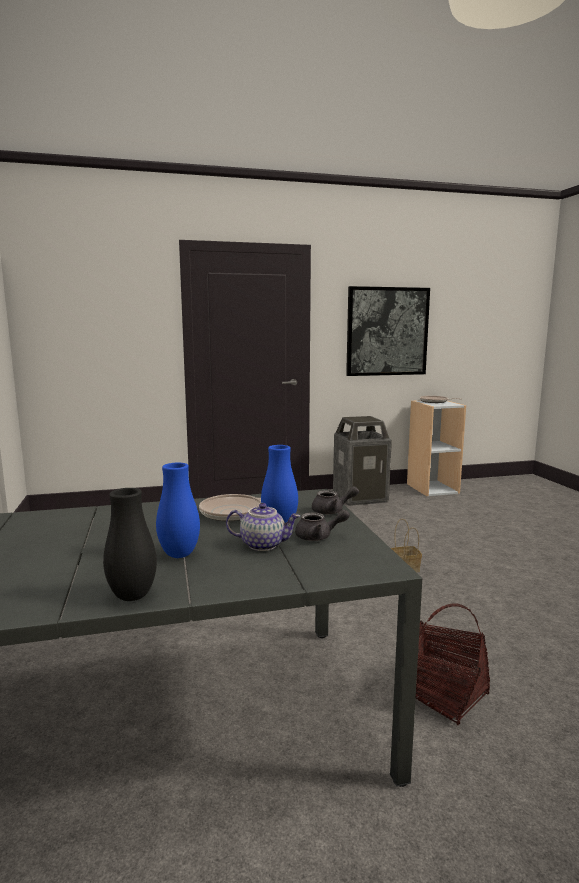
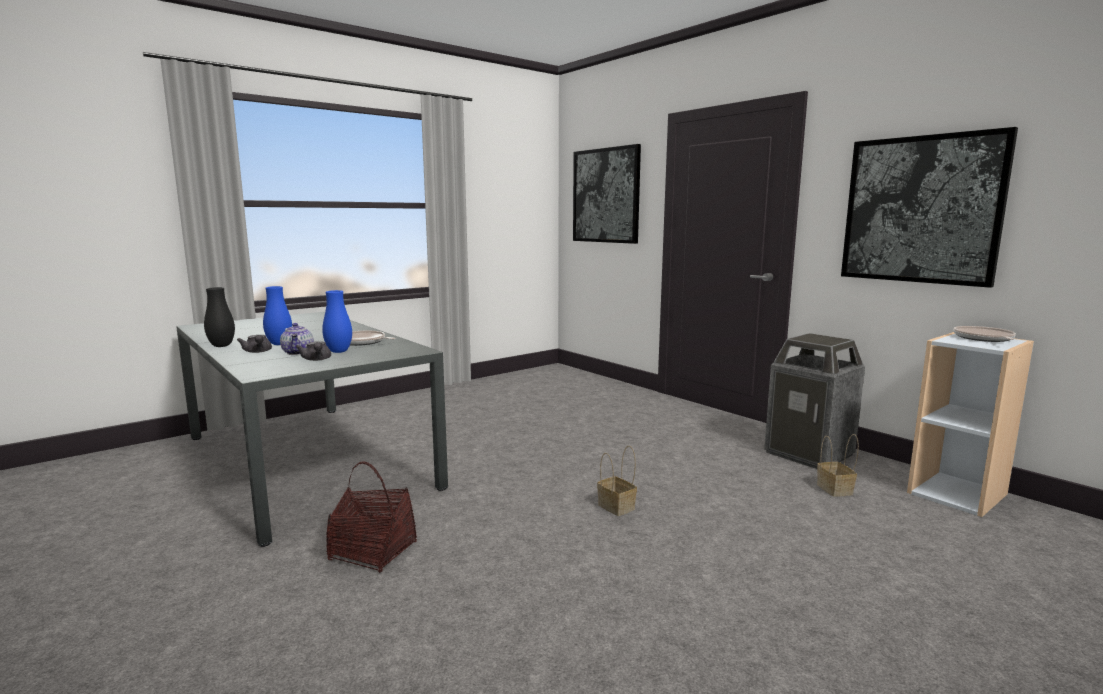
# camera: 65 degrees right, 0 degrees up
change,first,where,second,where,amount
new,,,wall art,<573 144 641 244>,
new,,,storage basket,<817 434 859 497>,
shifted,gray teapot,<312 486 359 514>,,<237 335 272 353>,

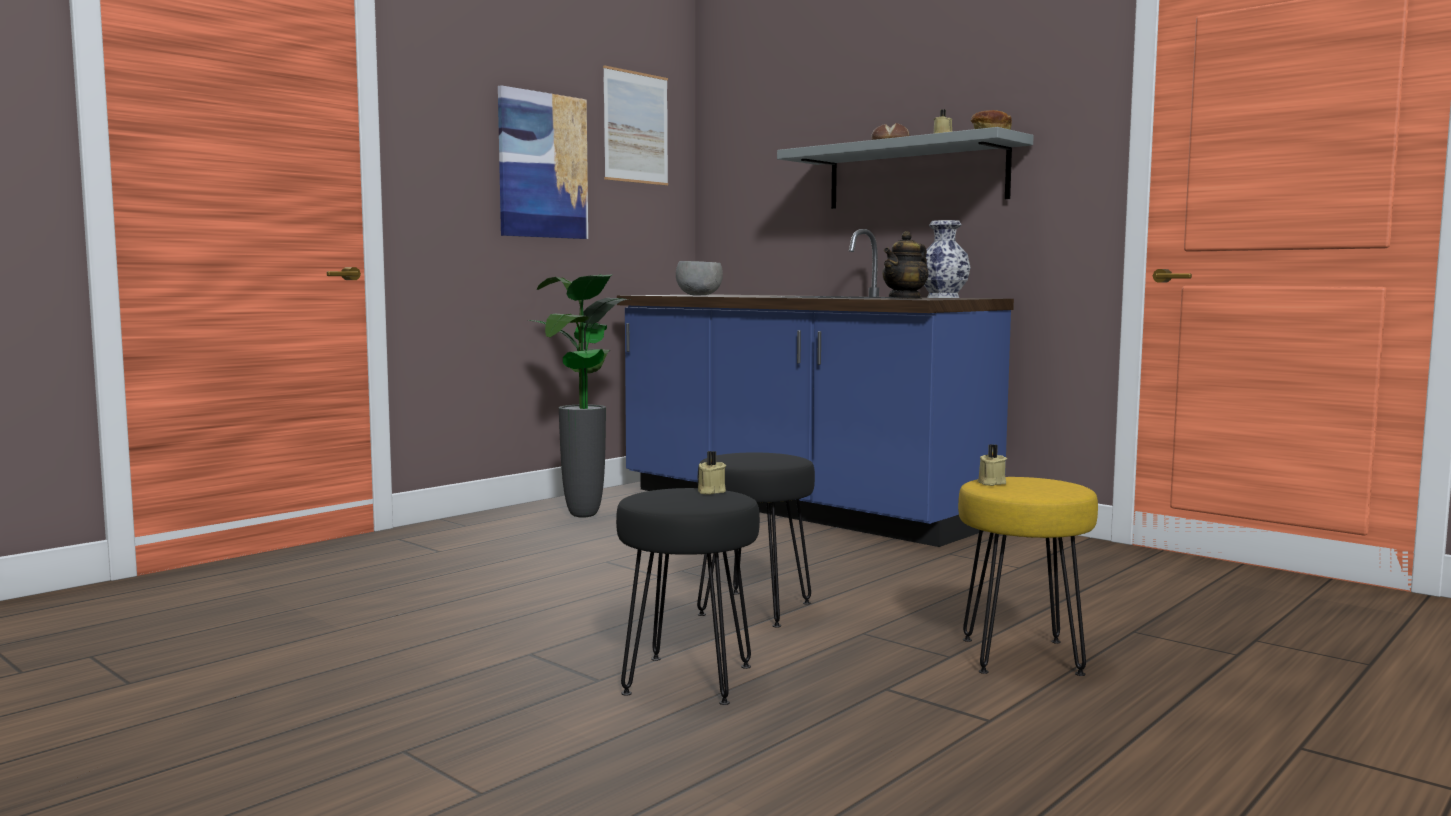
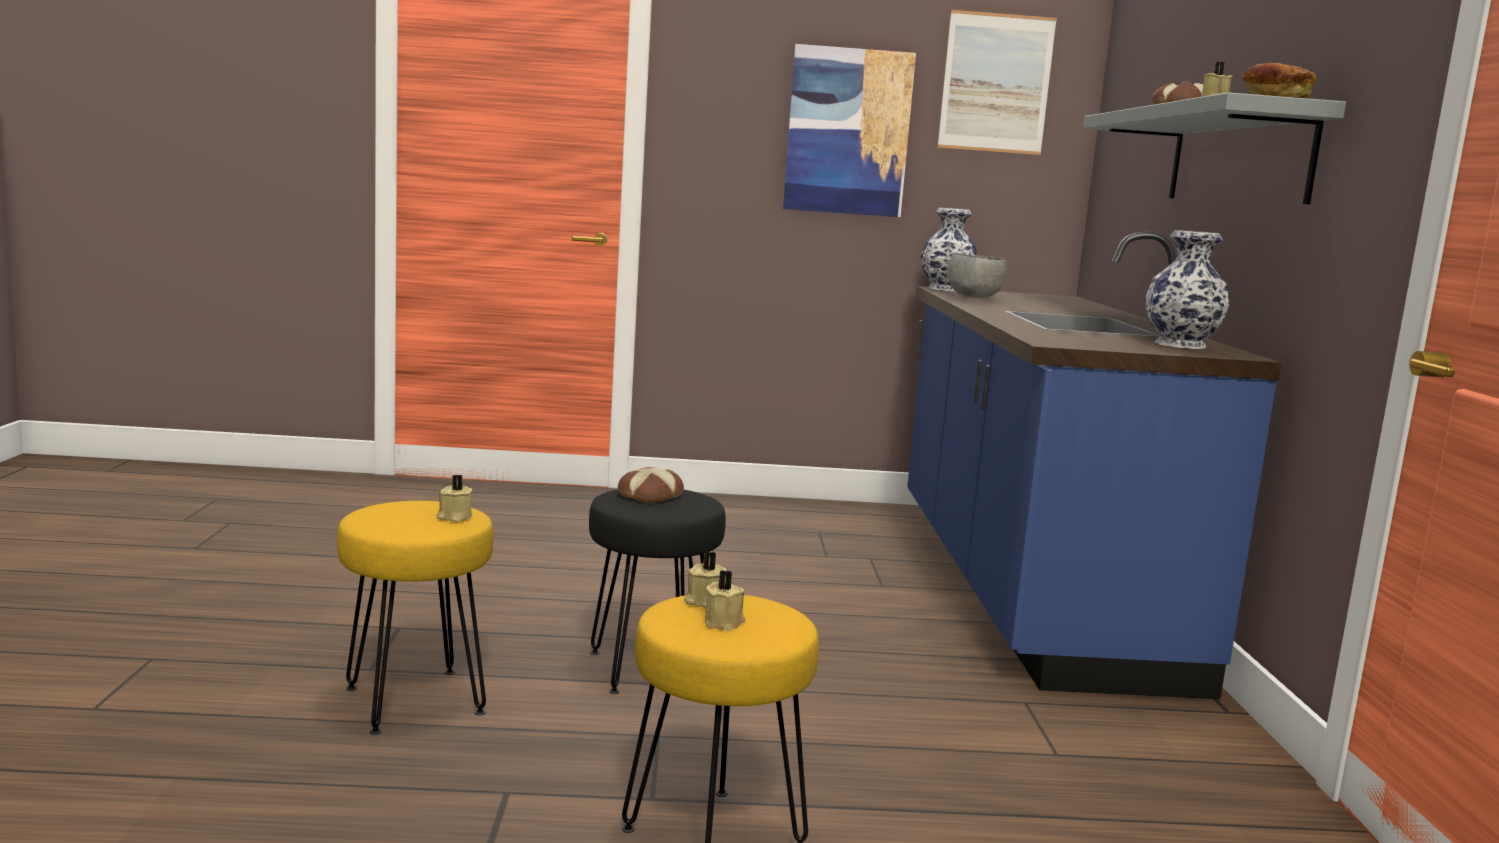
# camera: 45 degrees right, 5 degrees up
change,first,where,second,where,amount
gone,potted plant,<528 274 630 518>,,,
gone,teapot,<882 231 929 299>,,,
new,,,bakery bread,<618 467 684 503>,
new,,,sand-coloured candle,<705 570 746 631>,
new,,,vase,<921 208 977 291>,
repainted,black-coloured stool,<616 488 760 705>,yellow-coloured stool,<337 501 493 735>,

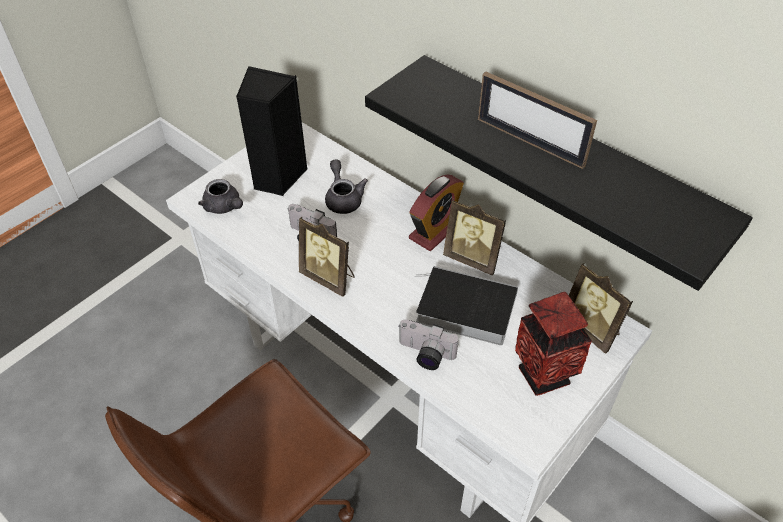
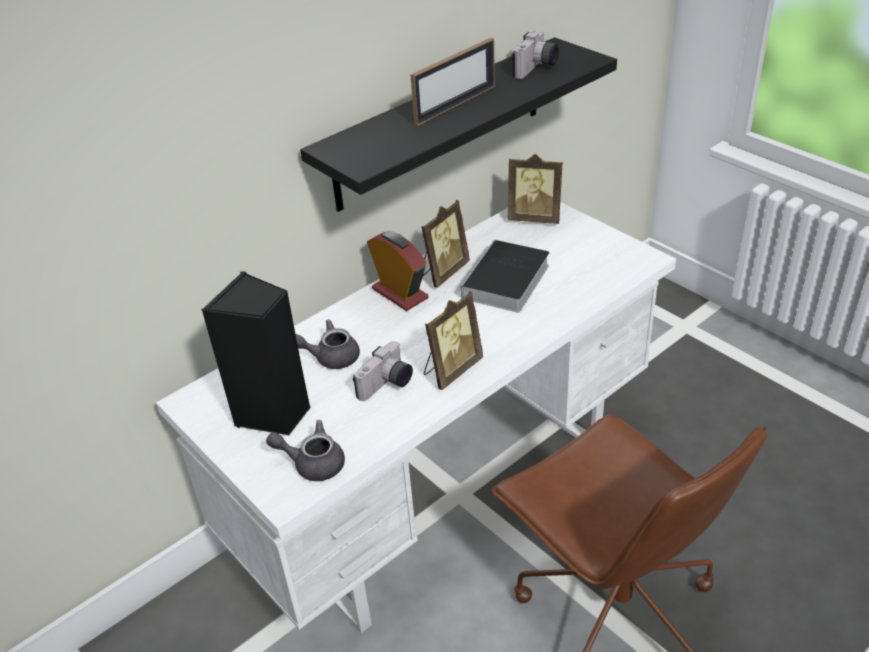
# camera: 80 degrees left, 10 degrees down
change,first,where,second,where,amount
gone,vase,<515 292 592 396>,,,
shifted,photo camera,<398 319 459 370>,,<511 30 559 79>,
rotated,gray teapot,<198 179 243 214>,,<266 420 345 481>,135 degrees counterclockwise
rotated,photo frame,<569 263 633 354>,,<508 154 562 224>,45 degrees clockwise

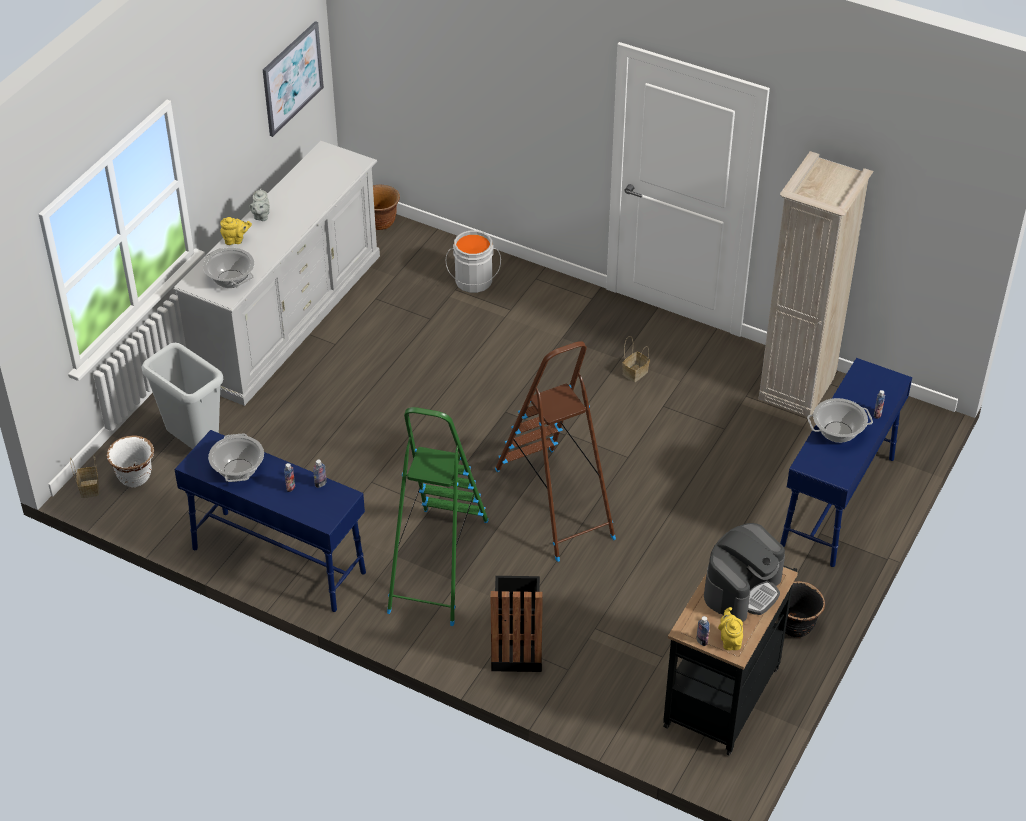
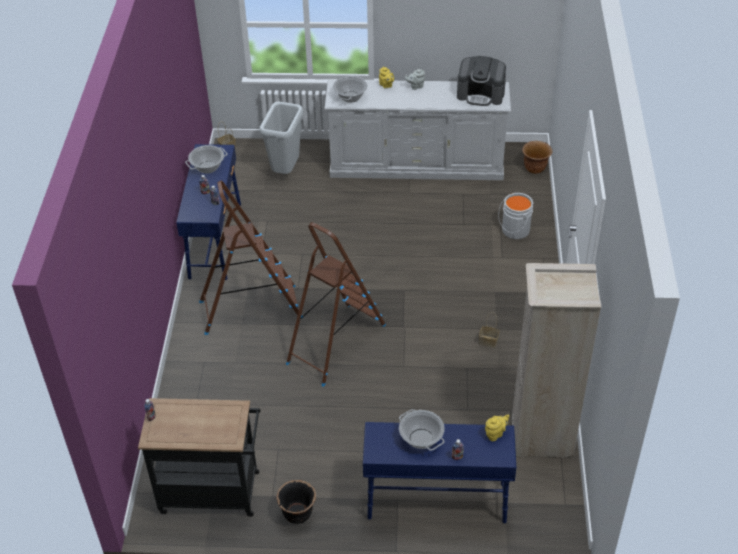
# camera: 65 degrees right, 0 degrees up
change,first,where,second,where,amount
gone,white-coloured flower pot,<107 435 154 487>,,,
gone,wall art,<263 21 324 137>,,,
gone,black-coloured trash can,<491 576 543 672>,,,
shifted,coffee machine,<704 523 785 622>,,<457 56 506 106>,
shifted,yellow-coloured teapot,<718 607 743 650>,,<485 415 509 441>,
repainted,greenish stepladder,<387 407 488 626>,brown stepladder,<199 180 302 335>,

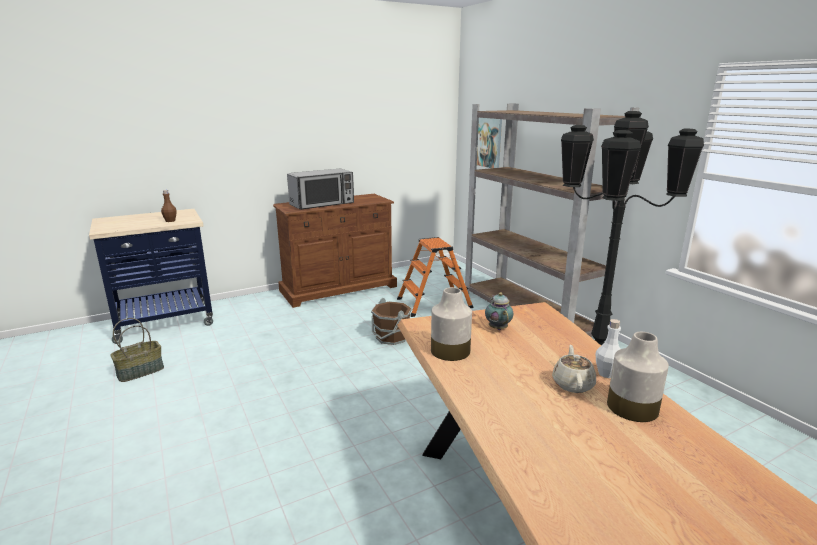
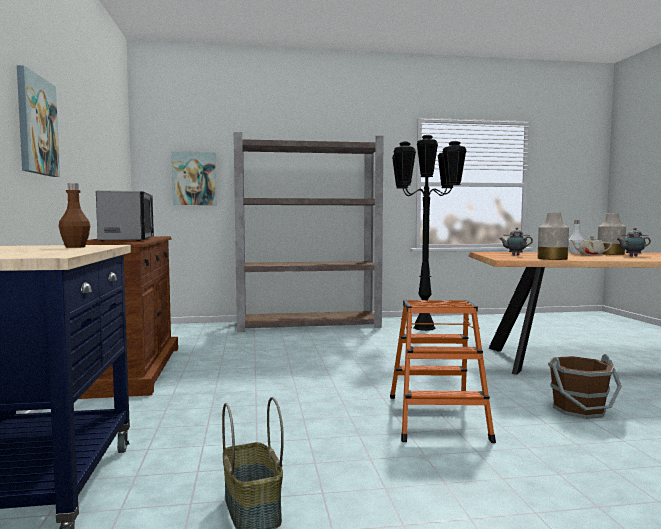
# camera: 70 degrees left, 15 degrees down
change,first,where,second,where,amount
new,,,wall art,<17 65 60 177>,
new,,,teapot,<617 228 651 256>,
shifted,brown bucket,<371 298 412 345>,,<548 354 622 419>,
shifted,orange stepladder,<397 237 474 317>,,<390 300 496 443>,

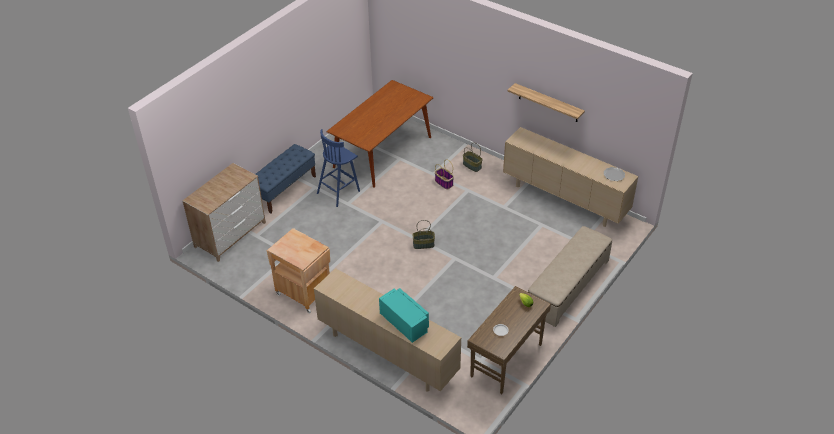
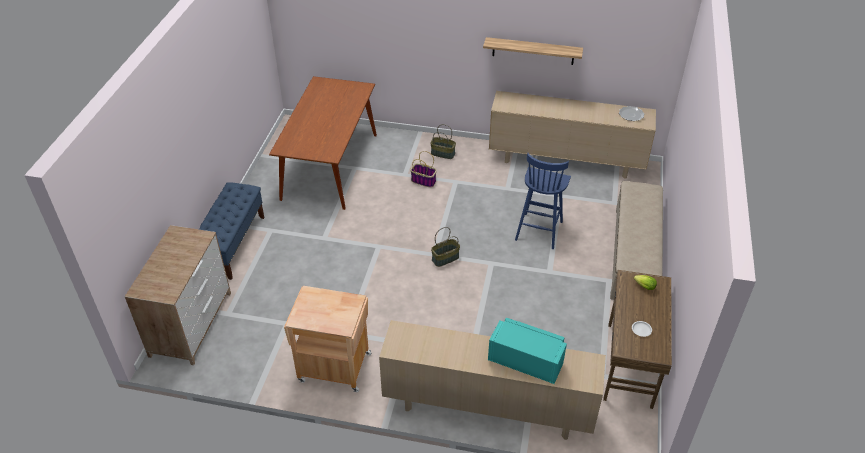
# camera: 25 degrees left, 0 degrees up
change,first,where,second,where,amount
shifted,blue stool,<317 129 360 207>,,<515 153 571 249>,

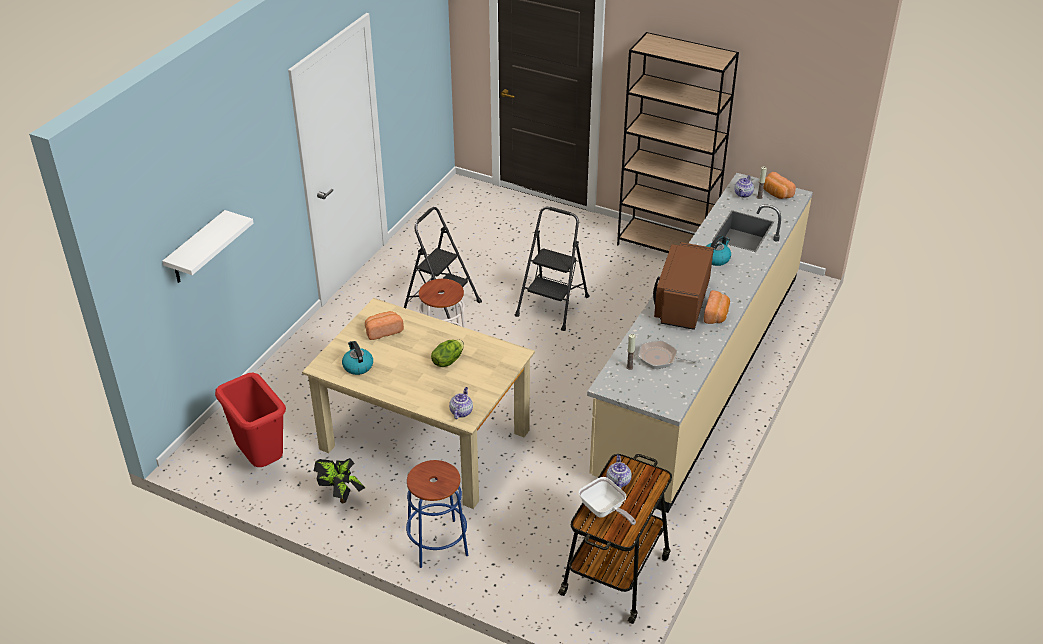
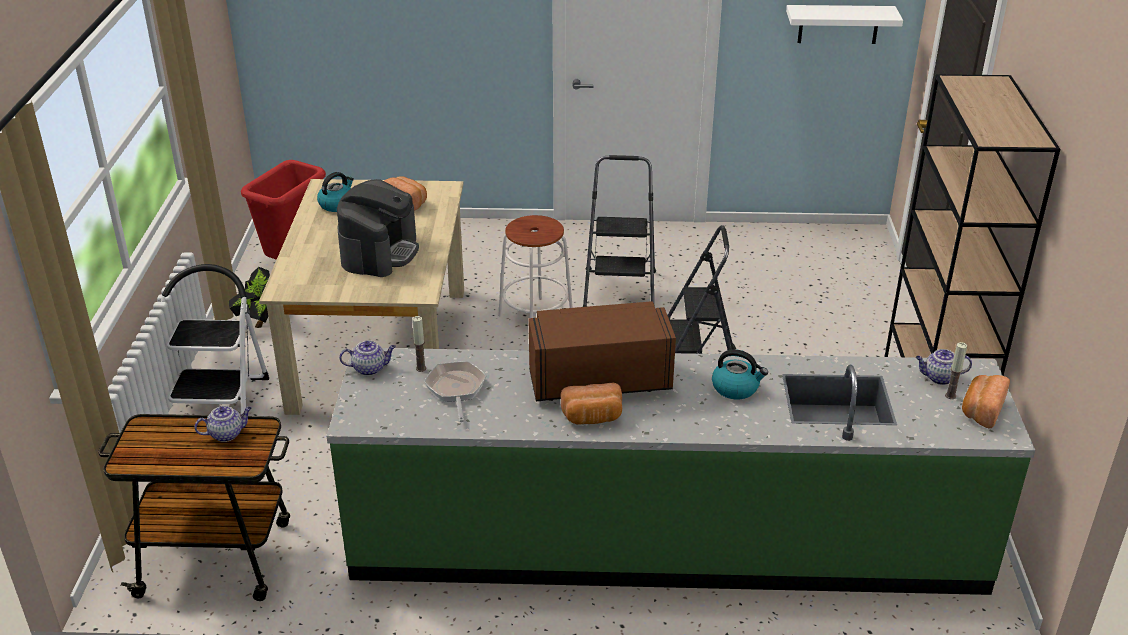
# camera: 65 degrees right, 5 degrees down
change,first,where,second,where,amount
gone,pan,<578 477 636 525>,,,
shifted,white-coloured shelf,<163 210 254 283>,,<786 5 903 44>,
shifted,teapot,<449 387 473 419>,,<339 341 396 376>,
swapped,blue stool,<406 460 468 568>,stepladder,<161 264 269 414>,
swapped,lettuce head,<431 340 464 367>,coffee machine,<337 179 419 277>,
repainted,sand-coloured kitchen counter,<587 173 813 513>,greenish kitchen counter,<326 347 1035 595>,

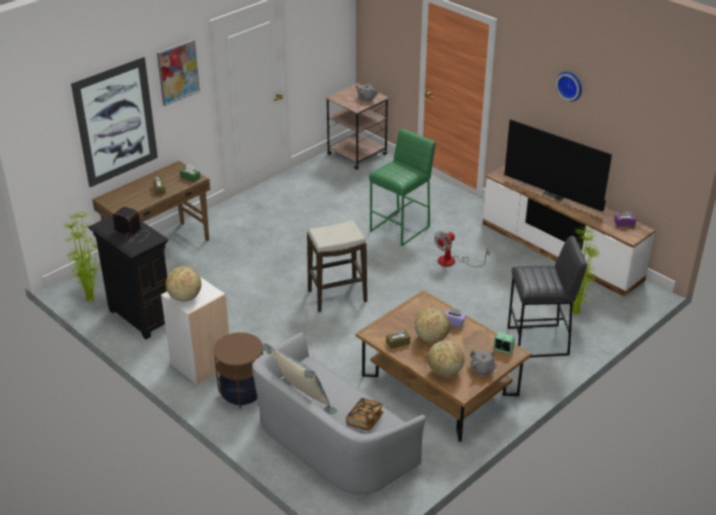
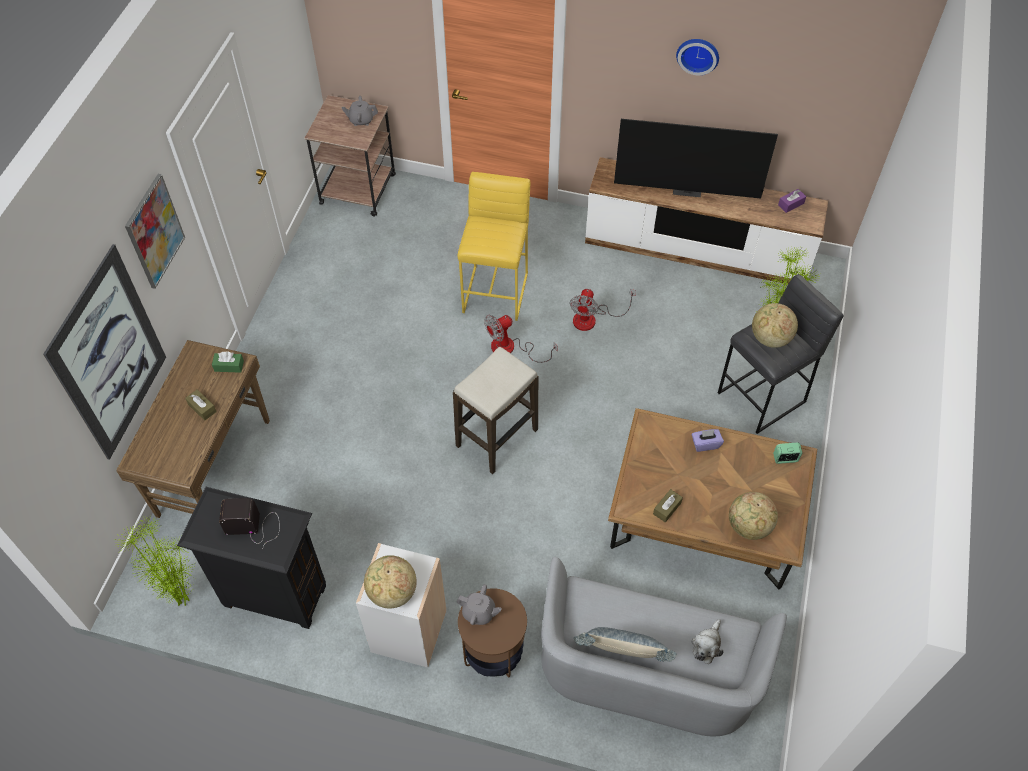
# camera: 30 degrees left, 20 degrees up
change,first,where,second,where,amount
new,,,electric fan,<484 315 558 363>,
shifted,world globe,<415 308 450 343>,,<752 303 798 348>,
shifted,gray teapot,<470 349 498 377>,,<456 584 502 625>,
swapped,volume,<346 398 383 431>,cuddly toy,<691 619 723 664>,
repainted,greenish stool,<369 129 436 246>,yellow-coloured stool,<458 172 530 321>,

